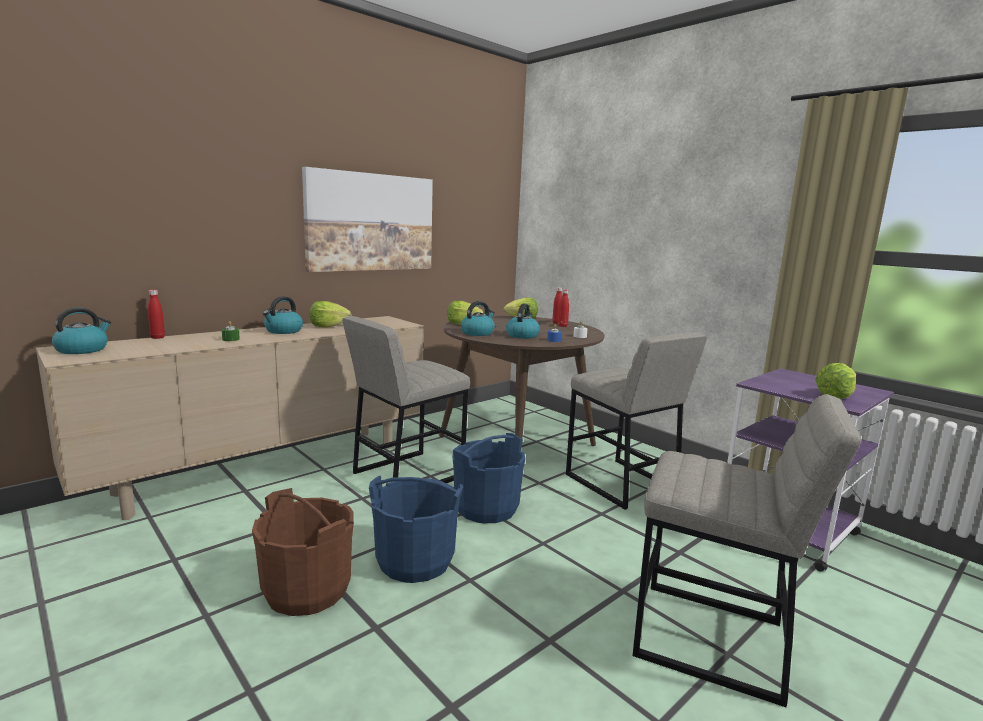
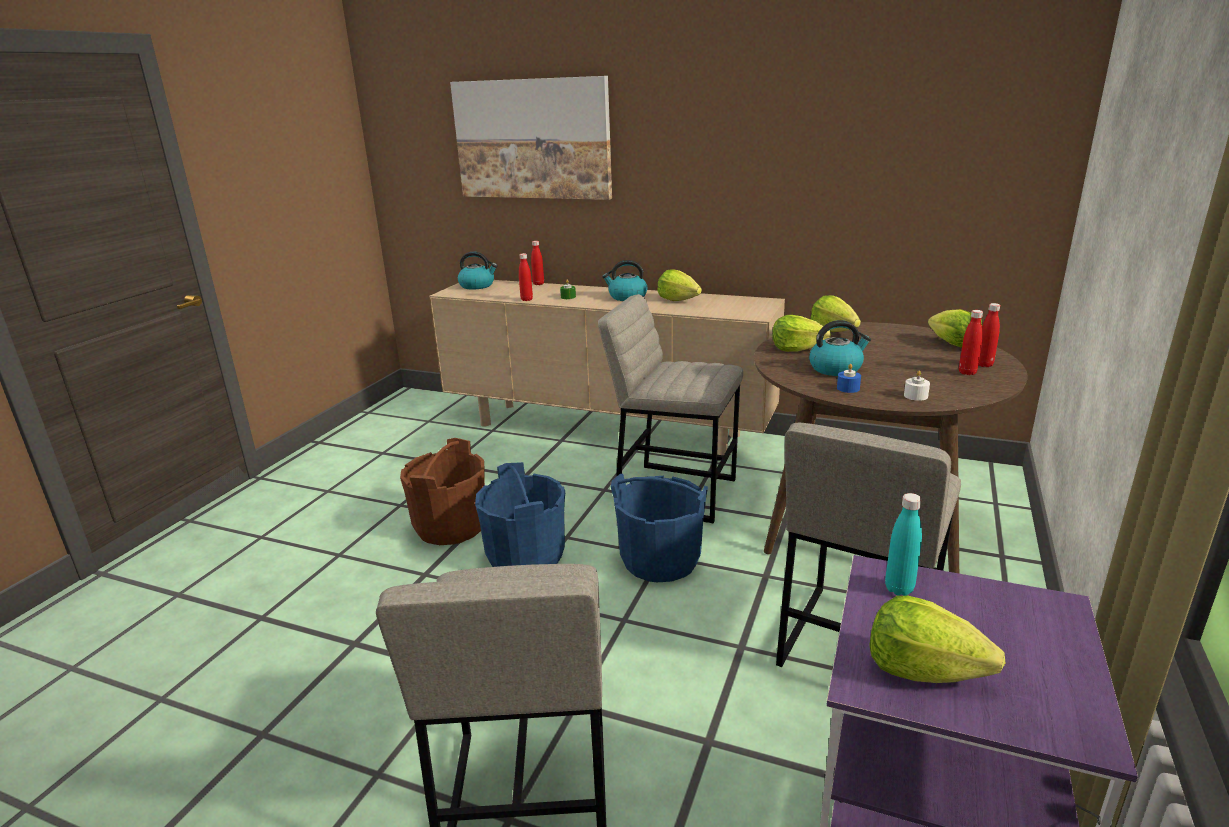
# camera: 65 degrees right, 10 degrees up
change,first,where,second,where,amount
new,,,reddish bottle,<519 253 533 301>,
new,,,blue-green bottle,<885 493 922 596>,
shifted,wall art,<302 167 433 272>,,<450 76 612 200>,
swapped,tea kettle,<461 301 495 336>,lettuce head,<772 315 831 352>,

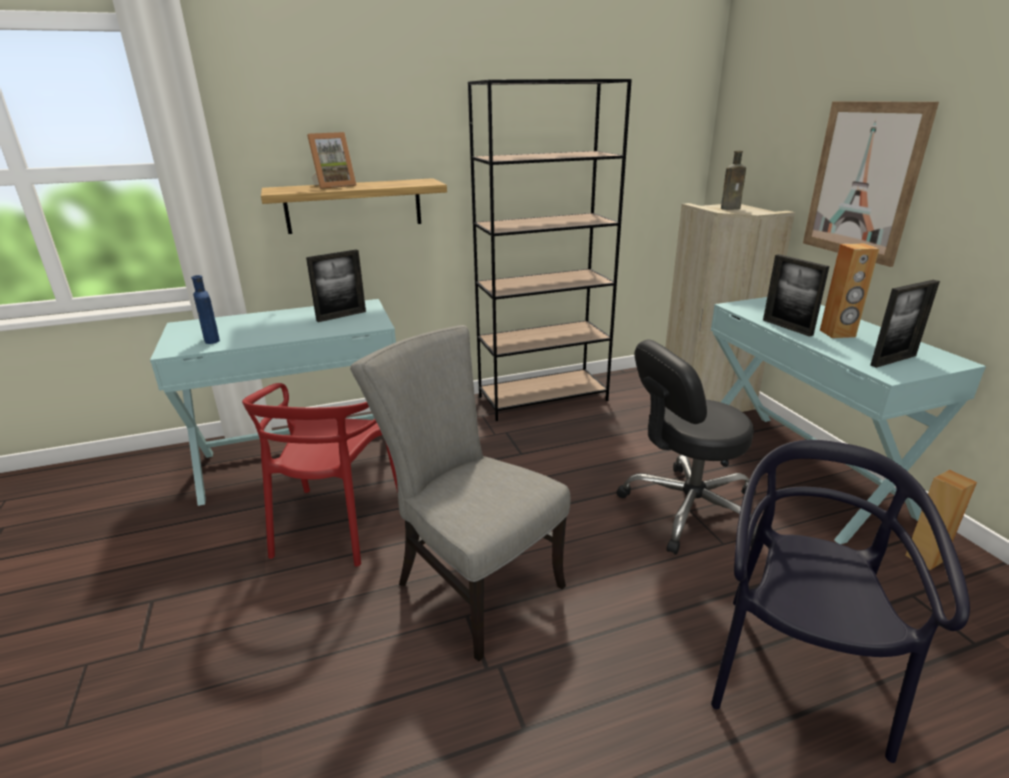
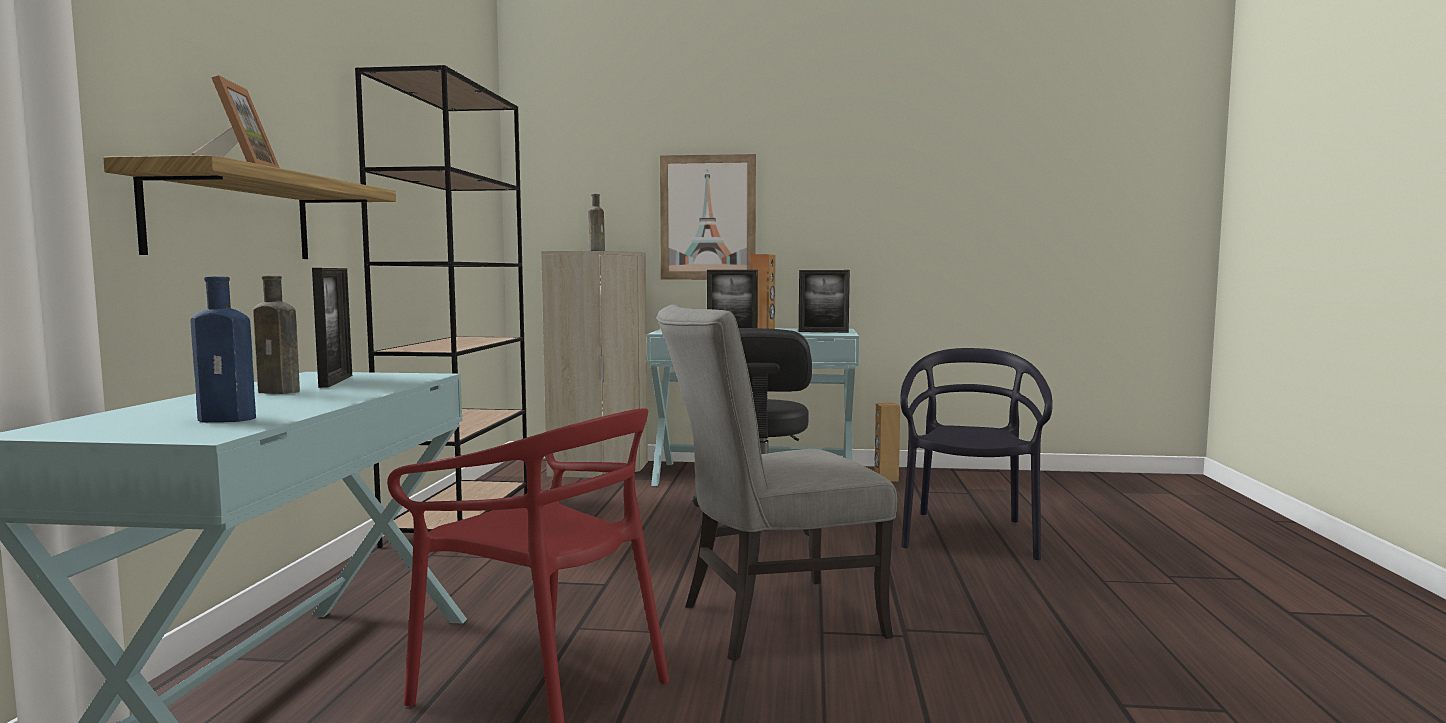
# camera: 65 degrees left, 20 degrees down
change,first,where,second,where,amount
new,,,brown bottle,<253 276 300 394>,
rotated,black-coloured chair,<711 440 970 763>,,<900 348 1053 561>,60 degrees clockwise
rotated,photo frame,<870 280 940 368>,,<799 270 850 333>,105 degrees clockwise

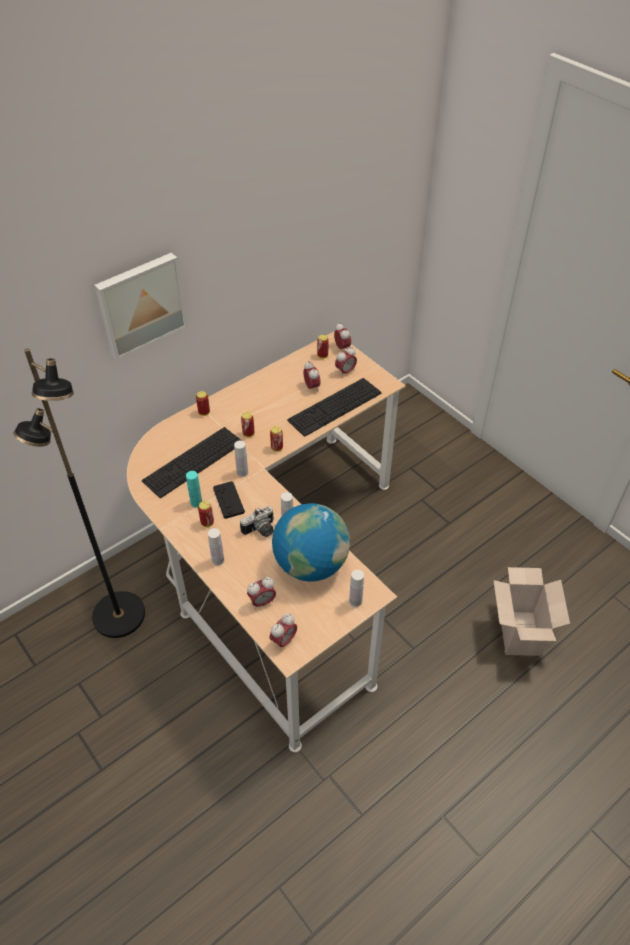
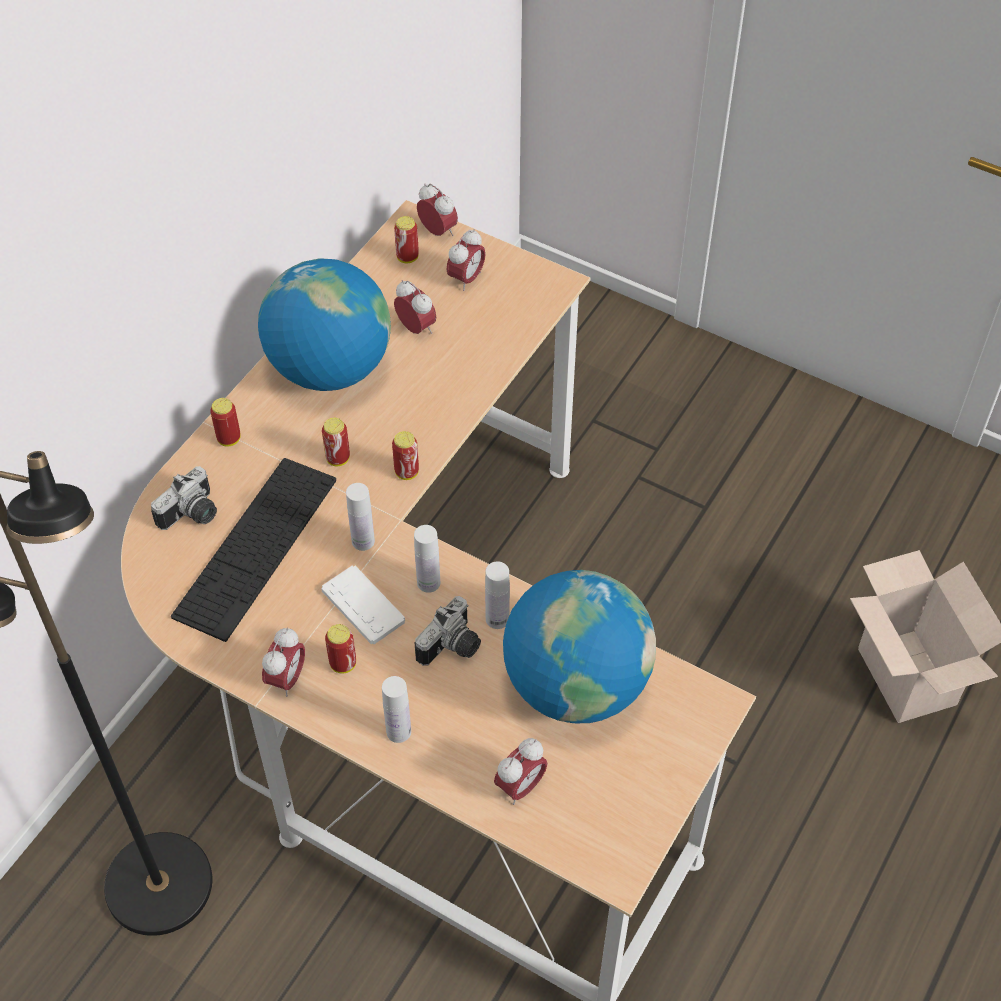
# camera: 20 degrees left, 5 degrees up
change,first,where,second,where,amount
gone,wall art,<94 253 188 360>,,,
gone,blue-green bottle,<186 471 202 507>,,,
gone,PC keyboard,<287 378 382 437>,,,
new,,,photo camera,<151 466 217 530>,
new,,,world globe,<258 258 391 391>,
shifted,alarm clock,<270 613 297 650>,,<262 627 305 697>,
shifted,white-coloured bottle,<349 570 364 607>,,<414 525 440 593>,
repainted,black-coloured joypad,<213 481 245 519>,white-coloured joypad,<321 565 405 644>,

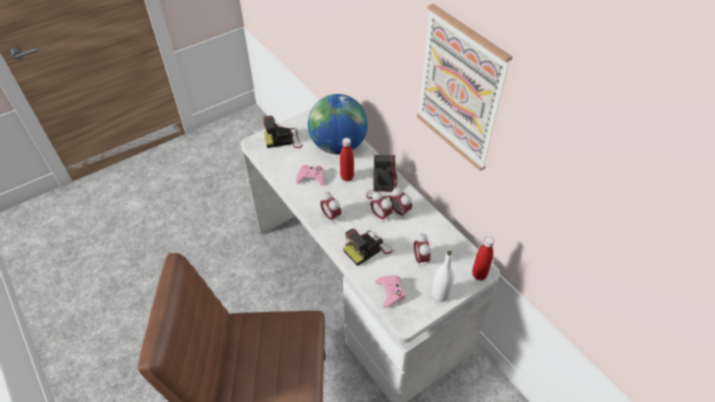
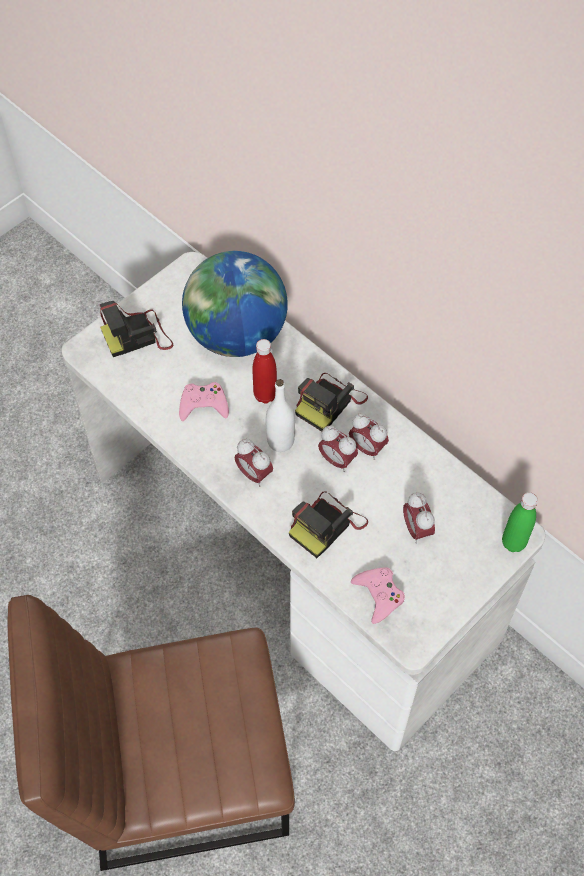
# camera: 10 degrees left, 10 degrees up
change,first,where,second,where,amount
gone,wall art,<416 4 512 171>,,,
shifted,white-coloured bottle,<432 251 454 302>,,<266 379 295 452>,
repainted,reddish bottle,<472 236 494 281>,greenish bottle,<502 492 538 552>,
rotated,photo camera,<366 155 397 199>,,<295 373 368 431>,135 degrees counterclockwise

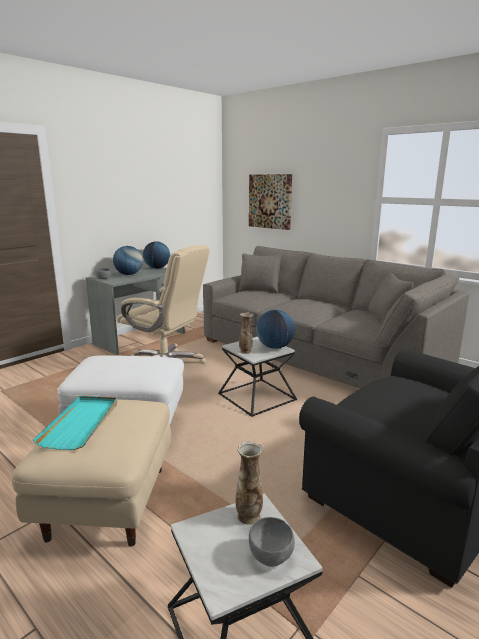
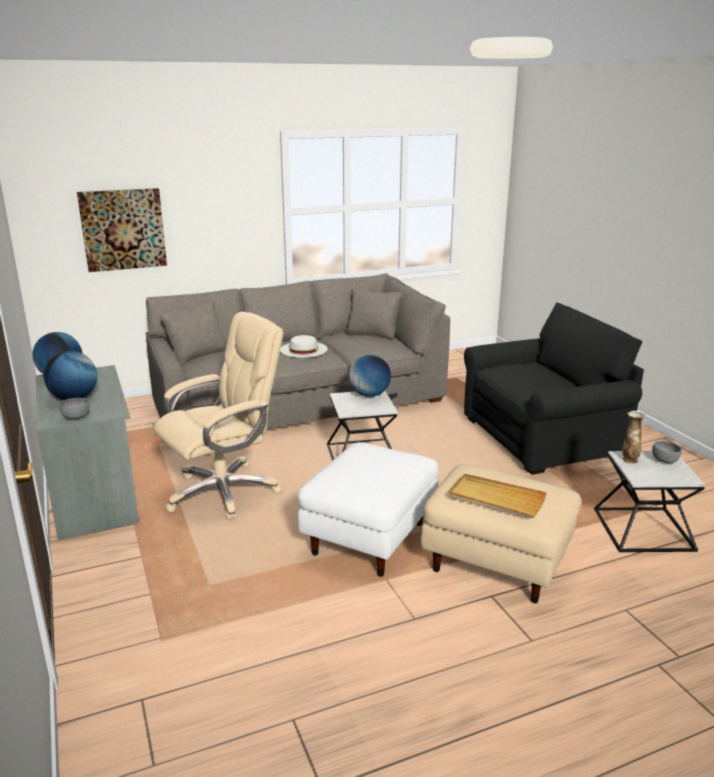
# camera: 65 degrees left, 5 degrees up
change,first,where,second,where,amount
gone,vase,<239 312 253 354>,,,
new,,,white-coloured clothing hat,<280 335 328 358>,
repainted,blue-green serving tray,<33 396 117 450>,sand-coloured serving tray,<449 474 547 518>,

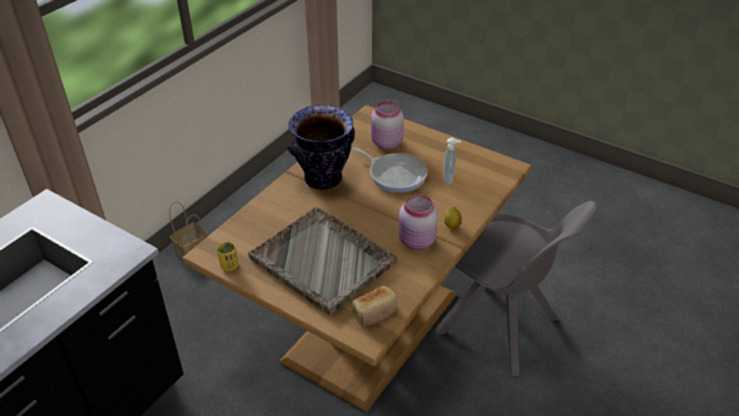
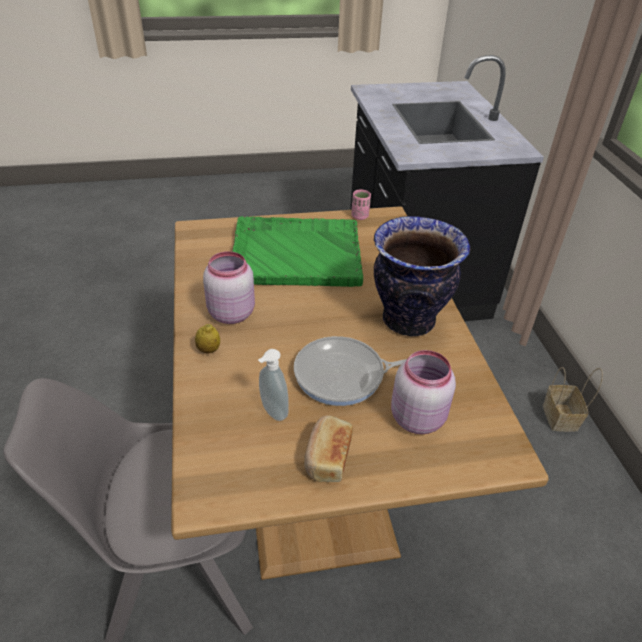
# camera: 135 degrees right, 0 degrees up
change,first,where,second,where,amount
shifted,bakery bread,<352 286 398 325>,,<304 416 353 482>,
repainted,yellow-coloured drinking cup,<217 242 238 271>,pink drinking cup,<351 189 371 220>,
repainted,gray serving tray,<248 207 397 315>,greenish serving tray,<232 216 363 287>,

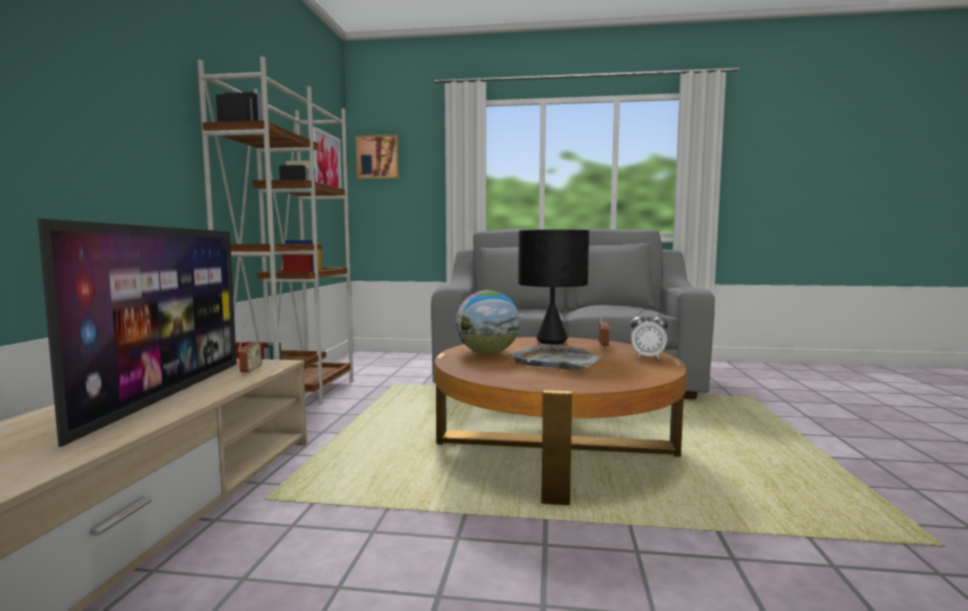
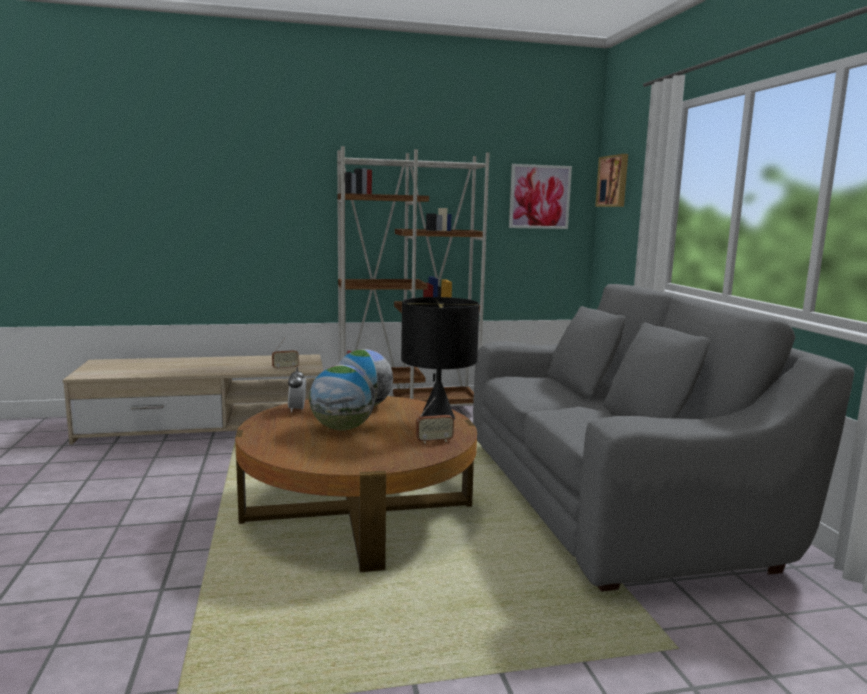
# camera: 70 degrees right, 5 degrees up
change,first,where,second,where,amount
gone,TV,<38 219 237 447>,,,
shifted,alarm clock,<630 310 668 359>,,<288 367 306 413>,
swapped,gray serving tray,<510 344 602 370>,world globe,<309 365 375 430>,

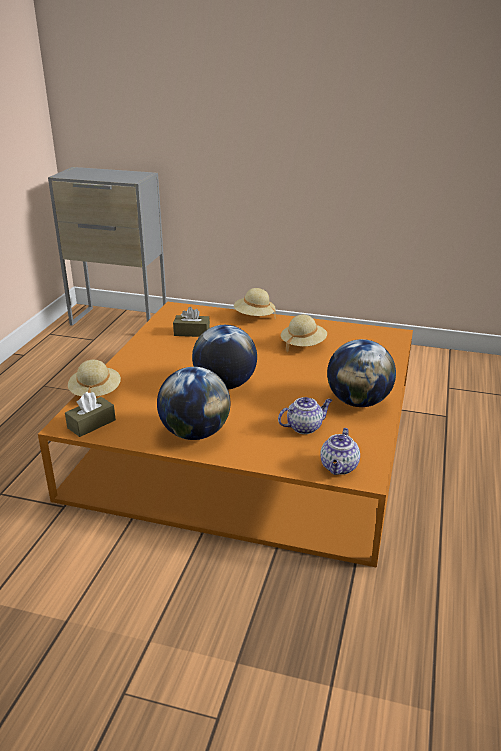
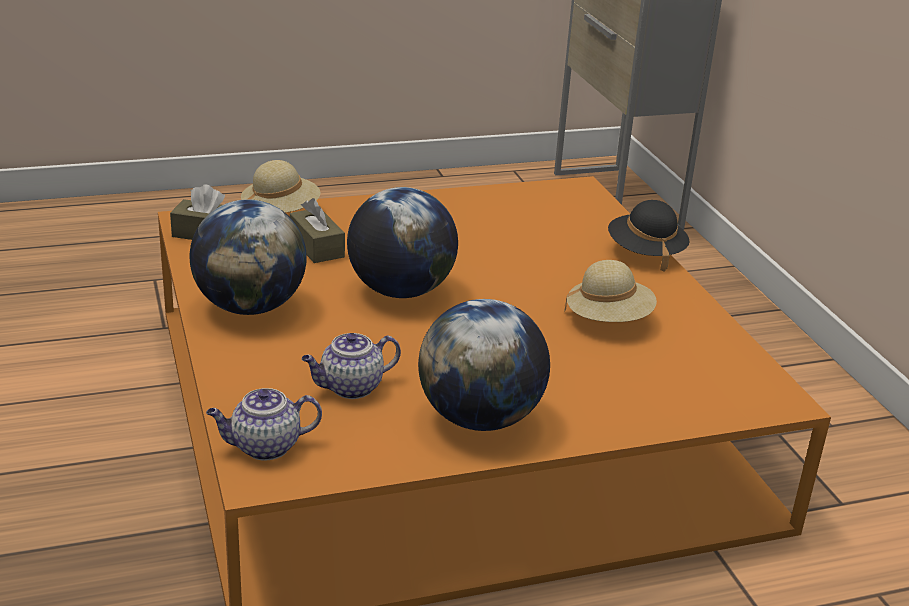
# camera: 55 degrees right, 0 degrees up
change,first,where,second,where,amount
shifted,brown tissue box,<173 307 210 337>,,<290 198 345 263>,
repainted,sand-coloured clothing hat,<234 288 276 319>,black-coloured clothing hat,<608 200 690 272>,
rotated,teapot,<278 397 332 434>,,<302 333 401 399>,120 degrees clockwise

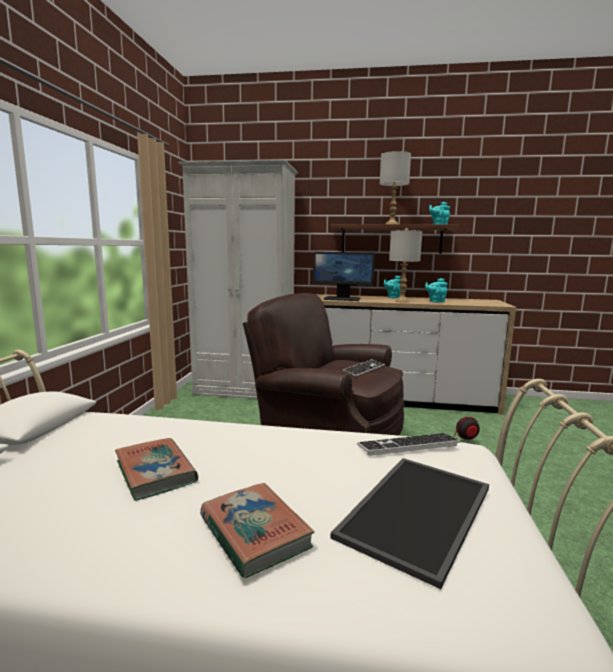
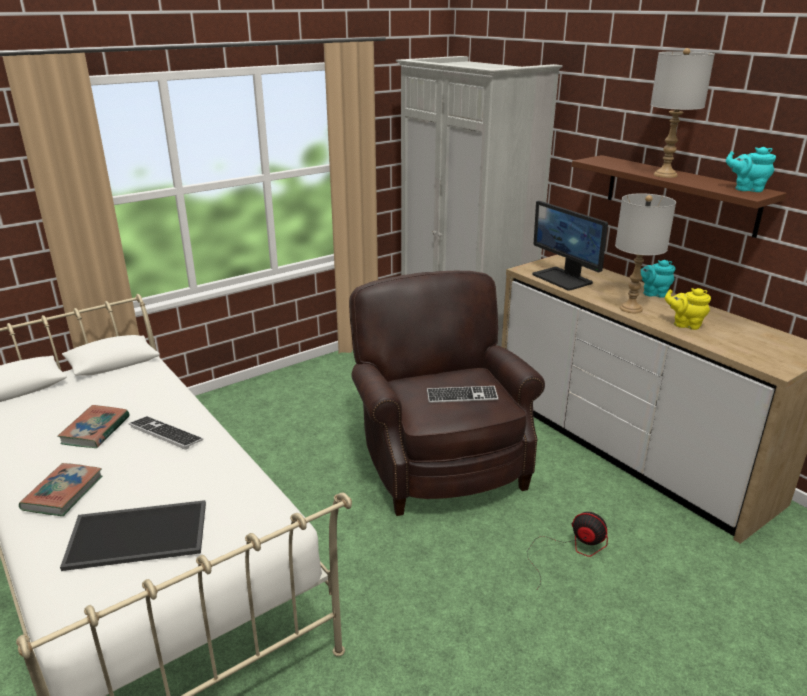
# camera: 45 degrees right, 15 degrees up
change,first,where,second,where,amount
shifted,PC keyboard,<357 433 460 456>,,<128 416 203 450>,
repainted,blue-green teapot,<425 278 448 303>,yellow-coloured teapot,<665 288 711 330>,

